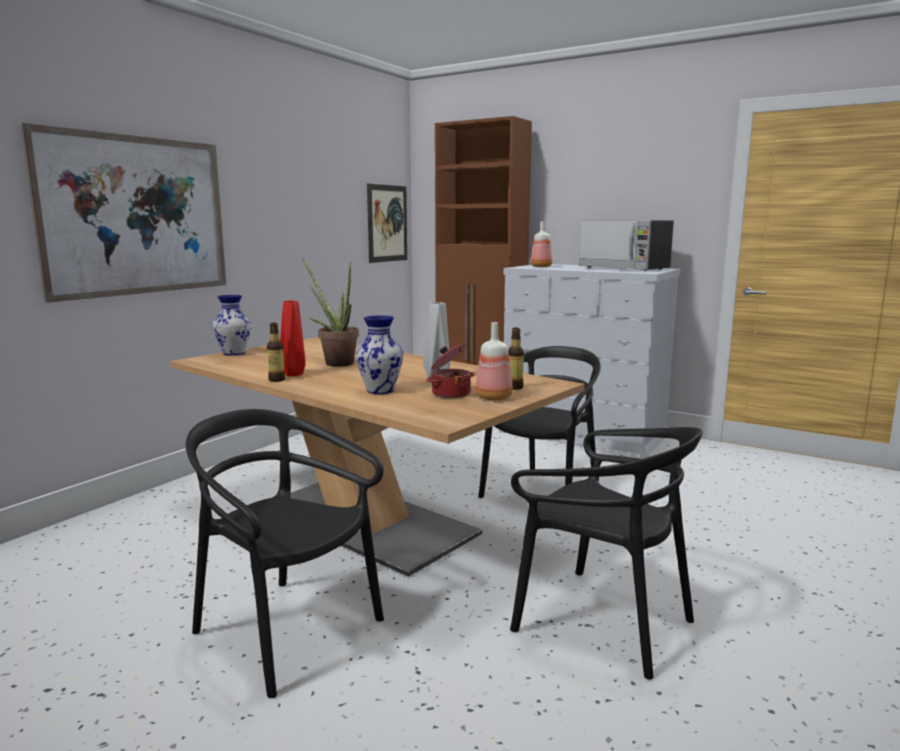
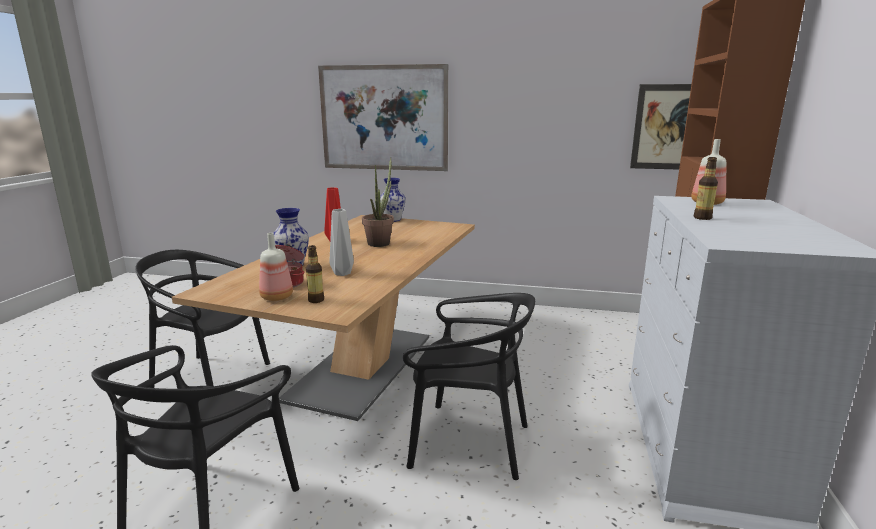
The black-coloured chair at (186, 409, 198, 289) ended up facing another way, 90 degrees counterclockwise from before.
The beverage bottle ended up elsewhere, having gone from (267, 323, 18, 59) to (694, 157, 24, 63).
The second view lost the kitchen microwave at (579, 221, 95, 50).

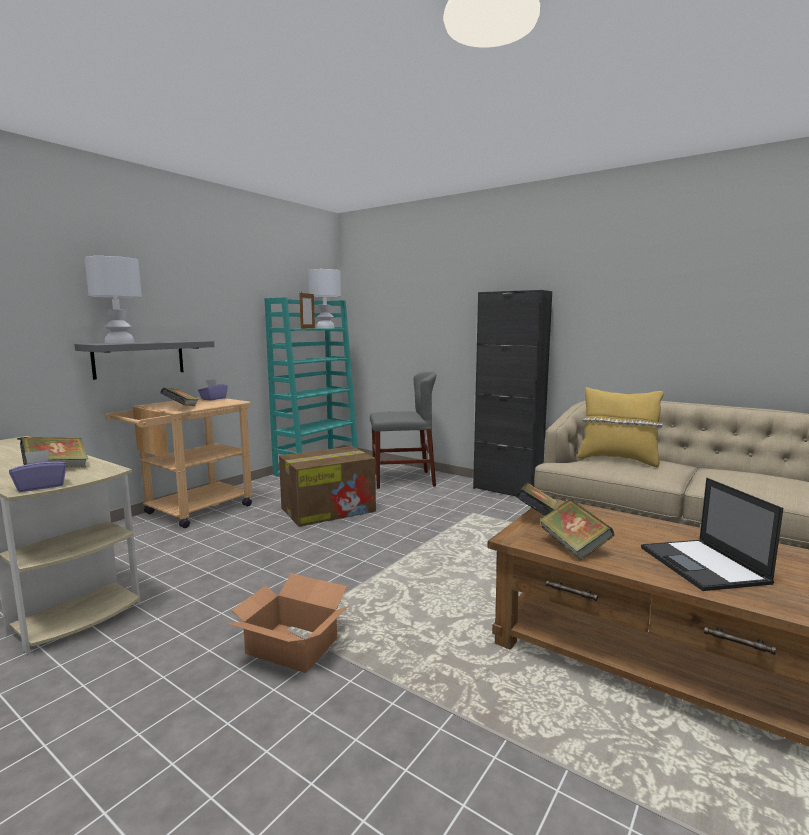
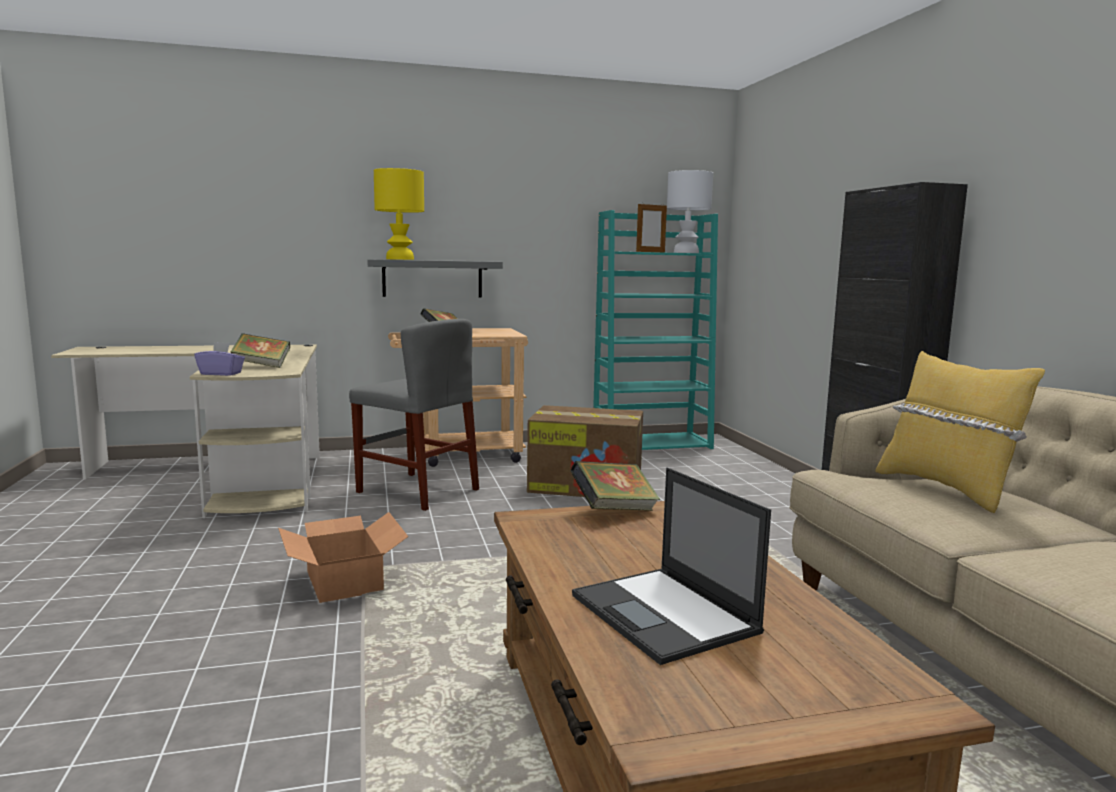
What was the white lamp for a table at (84, 256, 58, 88) turned into the yellowish lamp for a table at (374, 168, 50, 92).
The second view lost the purple-coloured tissue holder at (198, 379, 30, 21).
The grey chair ended up elsewhere, having gone from (370, 371, 66, 118) to (349, 319, 130, 192).
The second view lost the bound book at (539, 499, 75, 62).
The portable computer at (641, 478, 142, 113) ended up facing another way, 60 degrees counterclockwise from before.

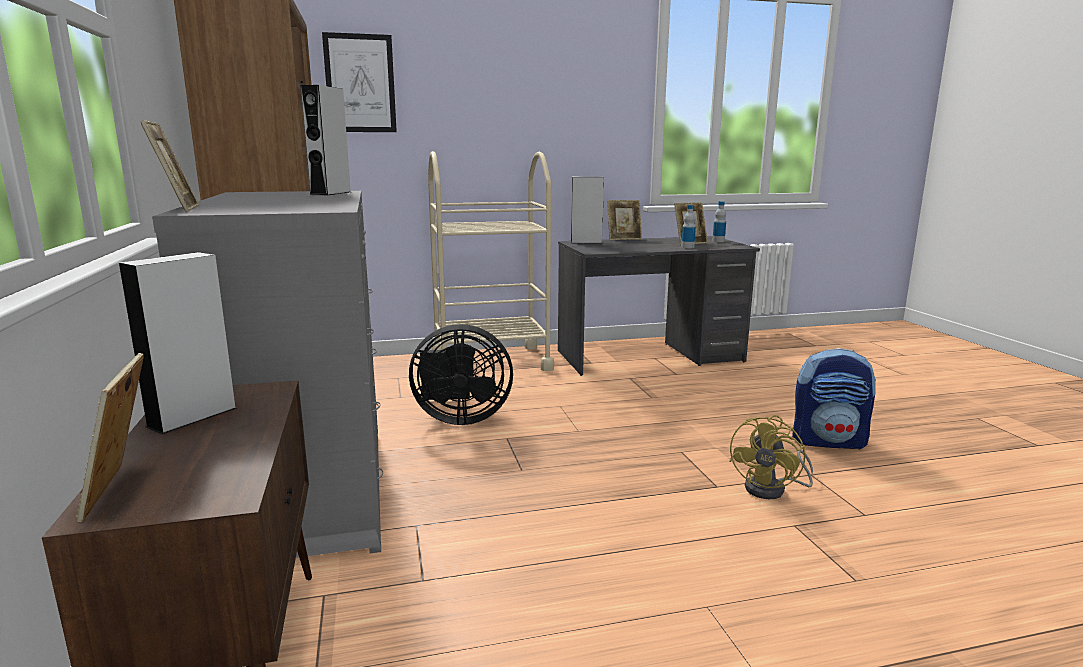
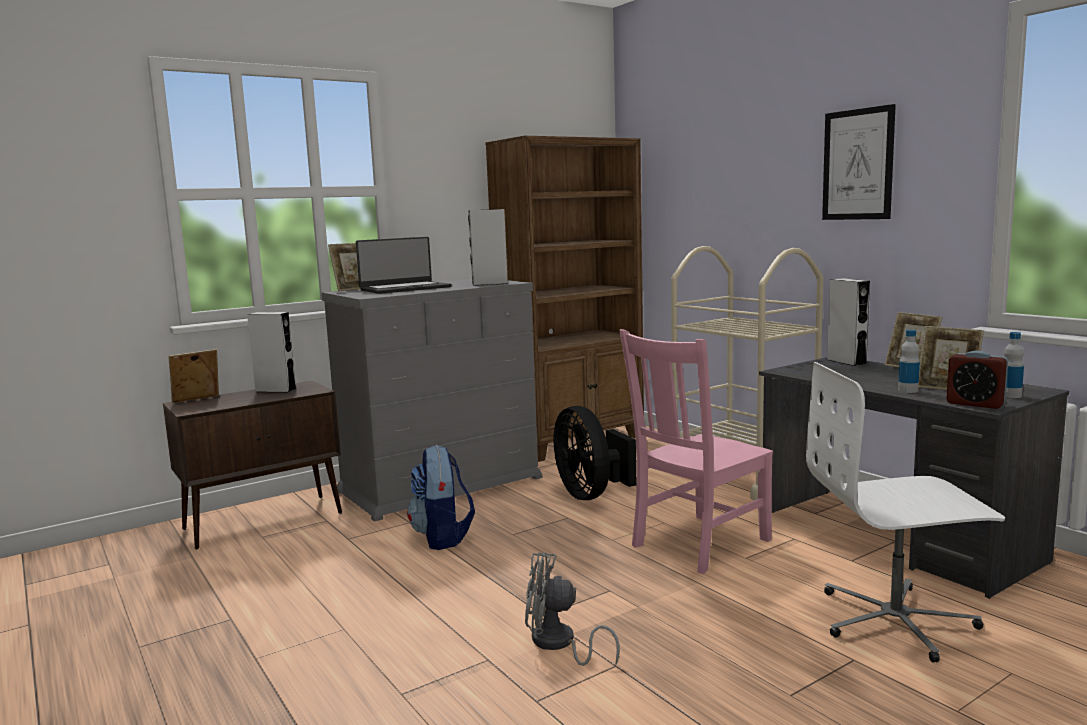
The wall art ended up elsewhere, having gone from (322, 32, 75, 100) to (822, 104, 74, 116).
What was the yellowish electric fan at (729, 415, 84, 84) turned into the grey electric fan at (525, 552, 95, 114).
The knapsack ended up elsewhere, having gone from (792, 348, 84, 102) to (407, 445, 68, 105).
The second view gained the portable computer at (356, 237, 96, 57).
The second view gained the pinkish chair at (619, 329, 154, 245).
The second view gained the white office chair at (806, 362, 199, 301).
The second view gained the alarm clock at (947, 351, 61, 58).

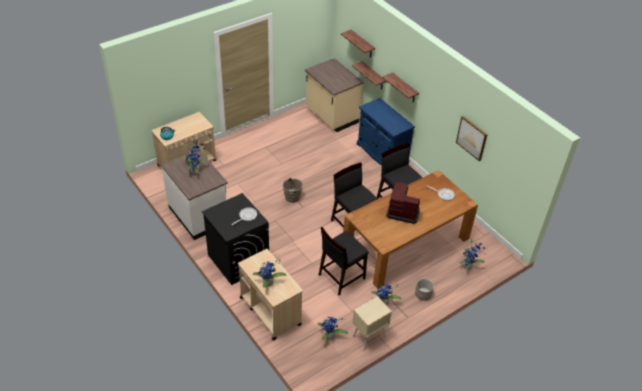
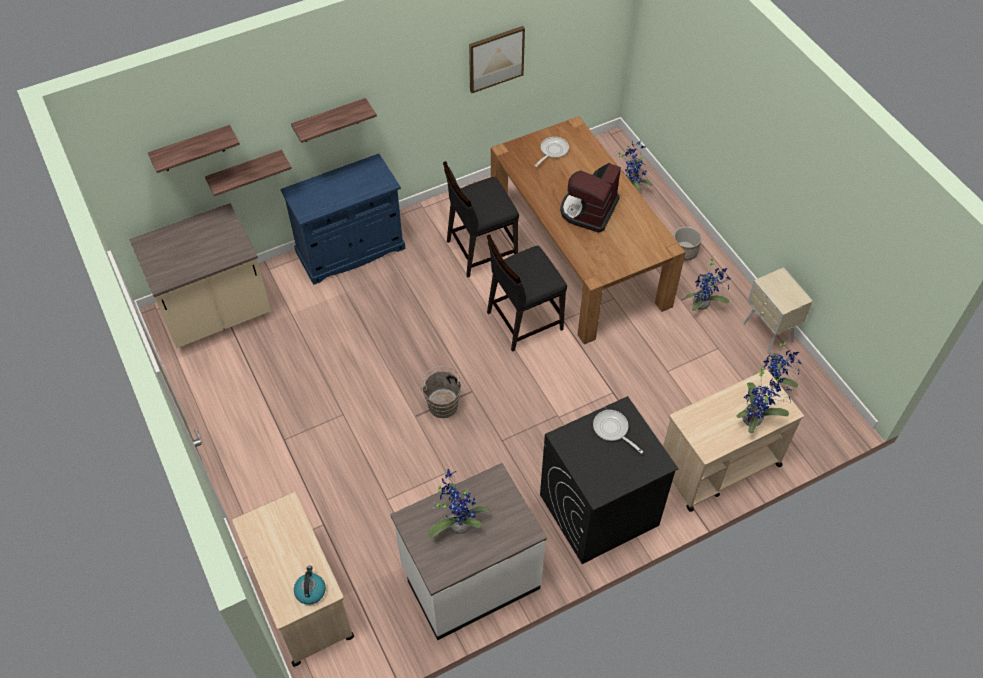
The second view lost the black-coloured chair at (319, 227, 49, 68).

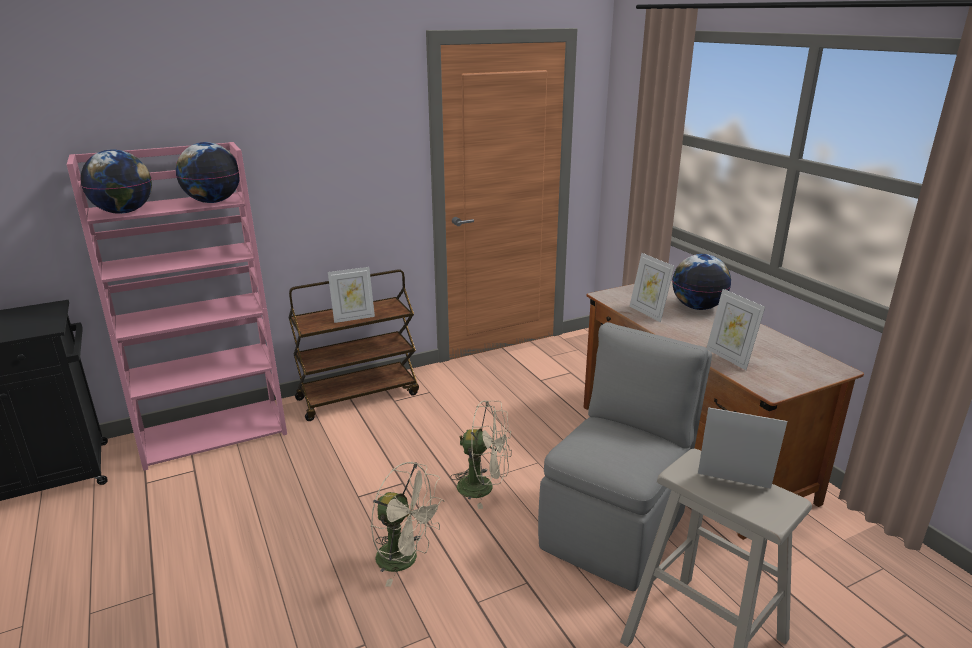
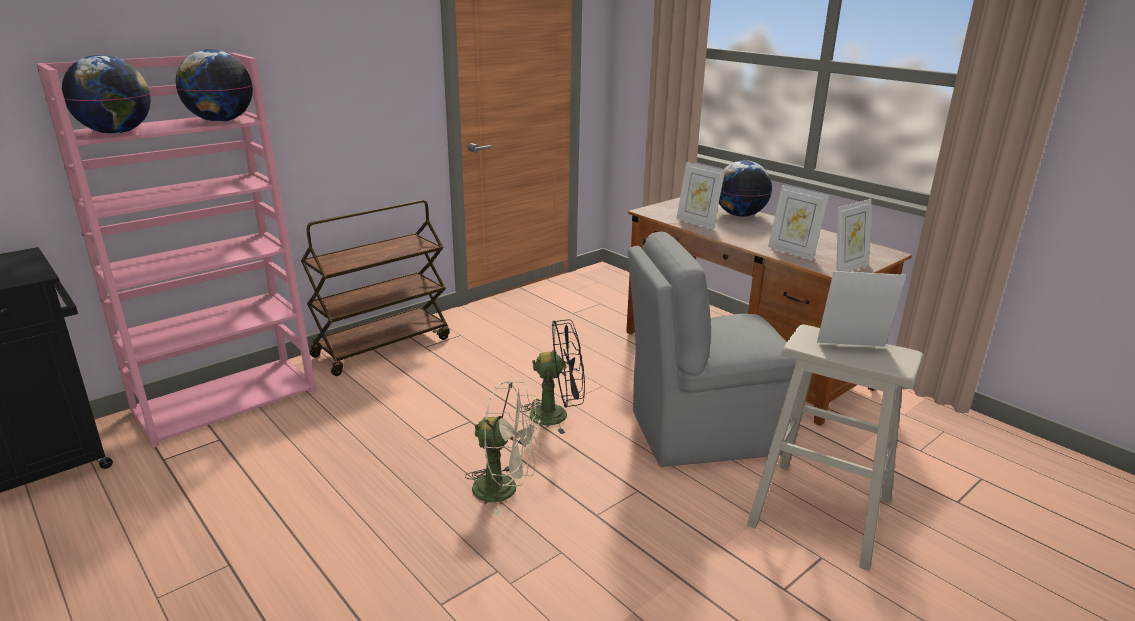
The photo frame ended up elsewhere, having gone from (328, 267, 47, 56) to (836, 199, 35, 73).
What was the beige-coloured electric fan at (450, 400, 62, 109) turned into the black-coloured electric fan at (520, 319, 65, 115).
The grey chair at (538, 322, 174, 269) ended up facing another way, 120 degrees counterclockwise from before.

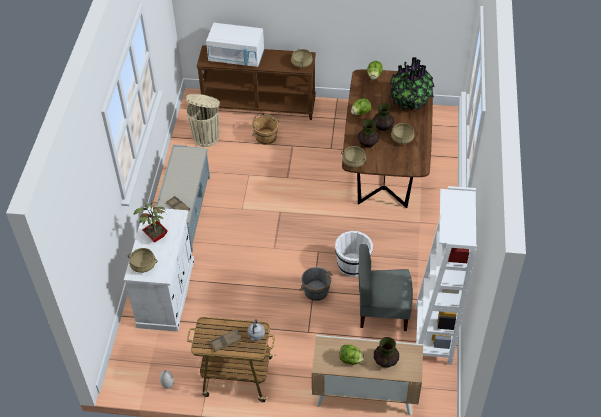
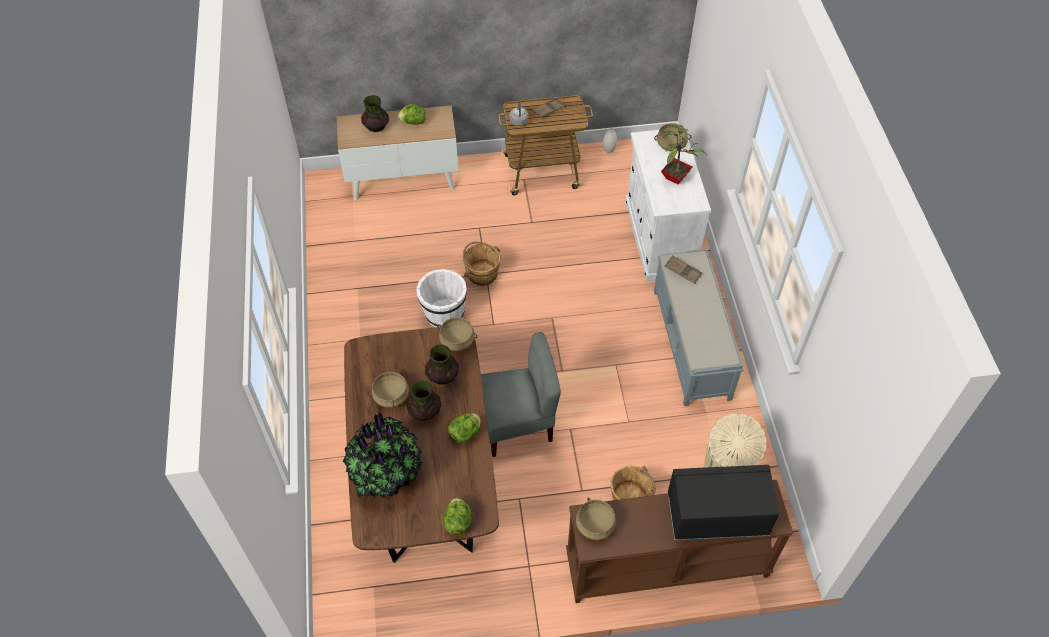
What was the white kitchen microwave at (206, 23, 58, 44) turned into the black-coloured kitchen microwave at (668, 465, 111, 75).
What was the grey pail at (299, 267, 34, 34) turned into the brownish pail at (463, 242, 37, 44).
The grey chair ended up elsewhere, having gone from (359, 244, 54, 87) to (481, 332, 80, 125).
The second view lost the white bookshelf at (415, 186, 62, 179).

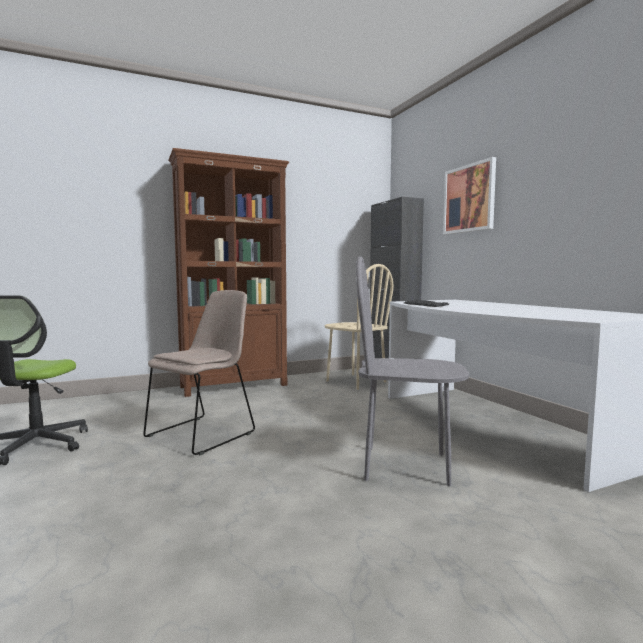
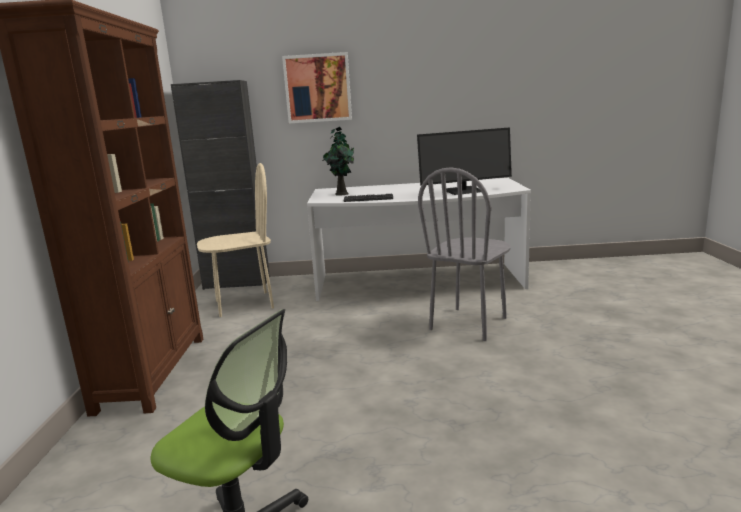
The second view lost the beige-coloured chair at (143, 290, 112, 165).
The second view gained the plant in a pot at (322, 127, 32, 69).
The second view gained the computer screen at (417, 127, 95, 68).

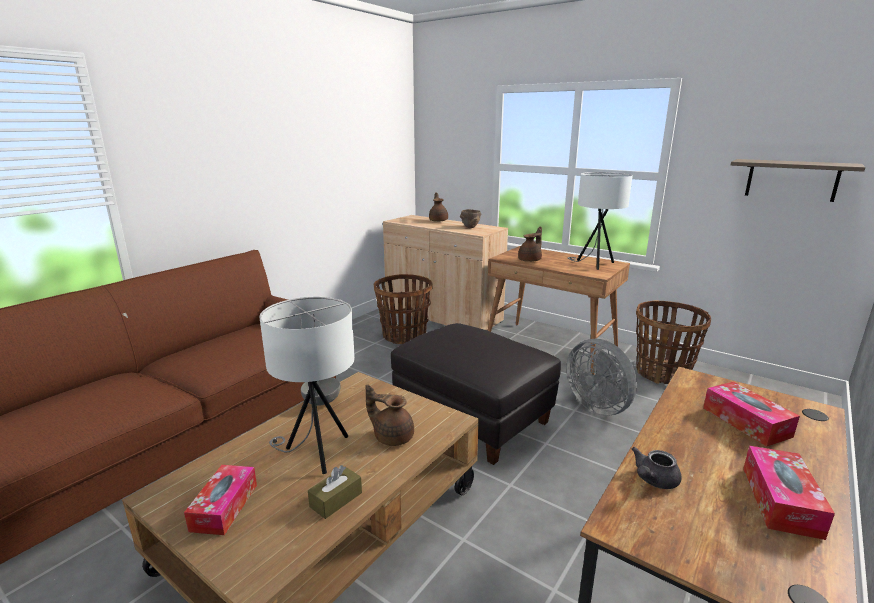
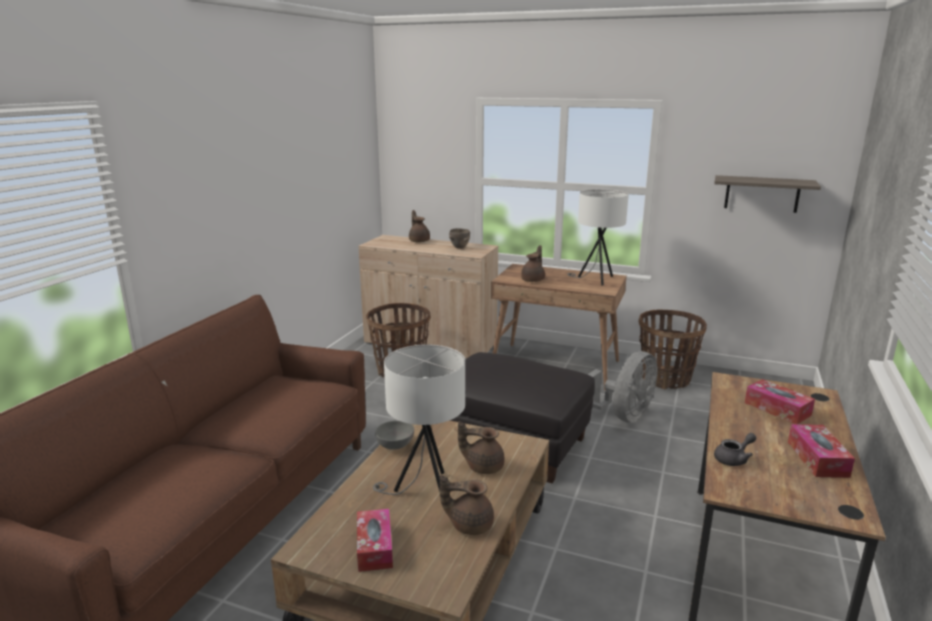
Where the brownish tissue holder stood at (308, 465, 54, 54), the brownish teapot came to stand at (440, 475, 54, 60).
The grey electric fan at (566, 339, 71, 77) ended up facing another way, 90 degrees counterclockwise from before.
The grey teapot at (632, 447, 50, 42) ended up facing another way, 150 degrees counterclockwise from before.

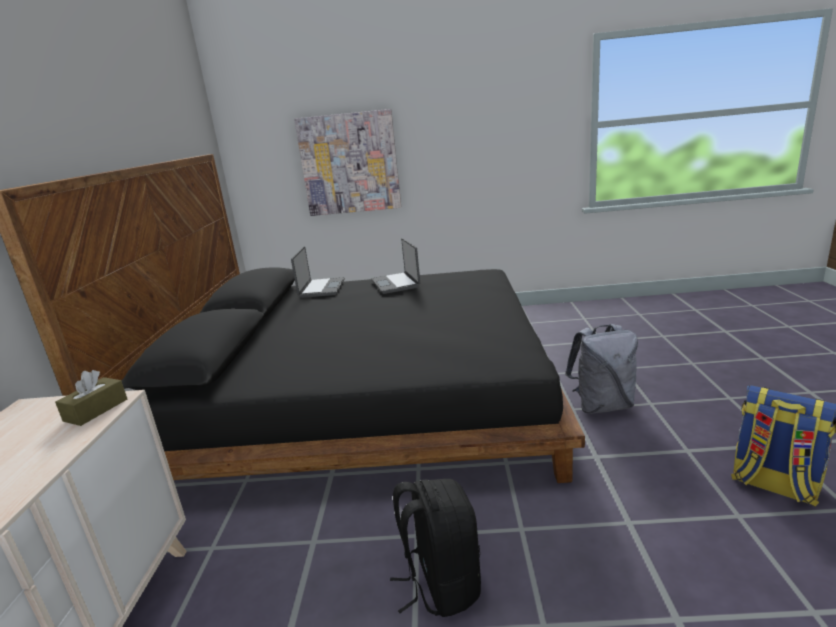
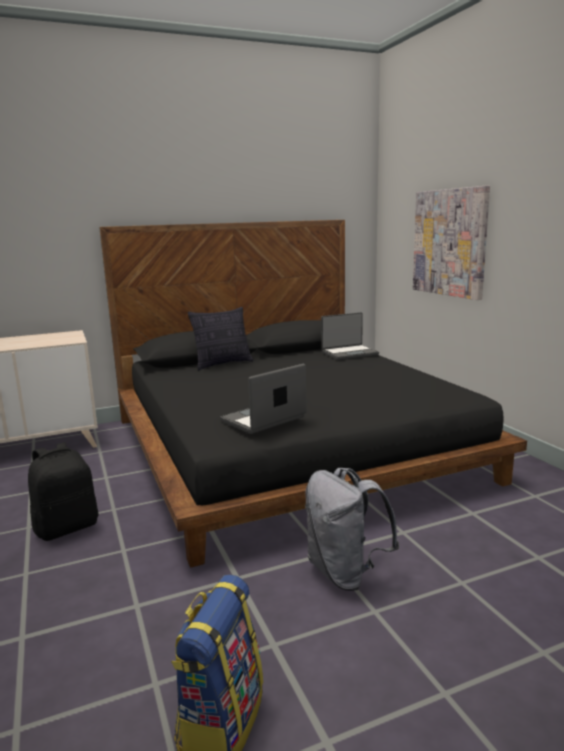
The second view lost the brownish tissue holder at (55, 370, 72, 56).
The portable computer ended up elsewhere, having gone from (371, 238, 49, 56) to (220, 364, 87, 70).
The second view gained the pillow at (188, 307, 65, 64).

